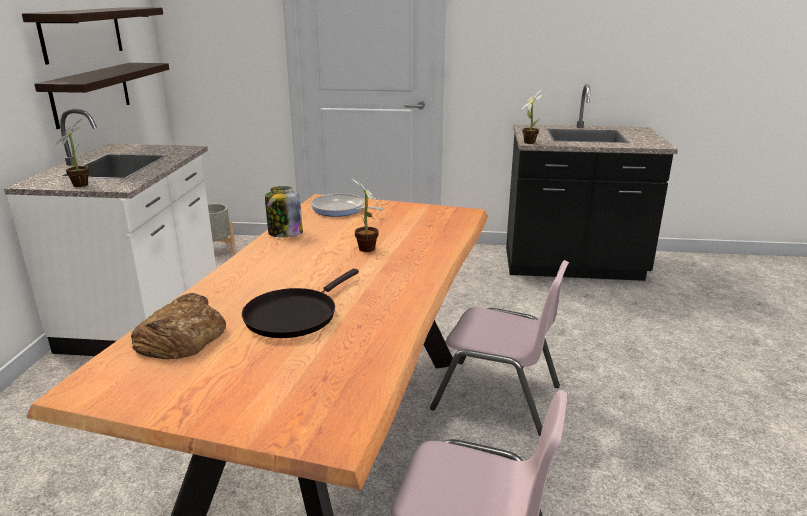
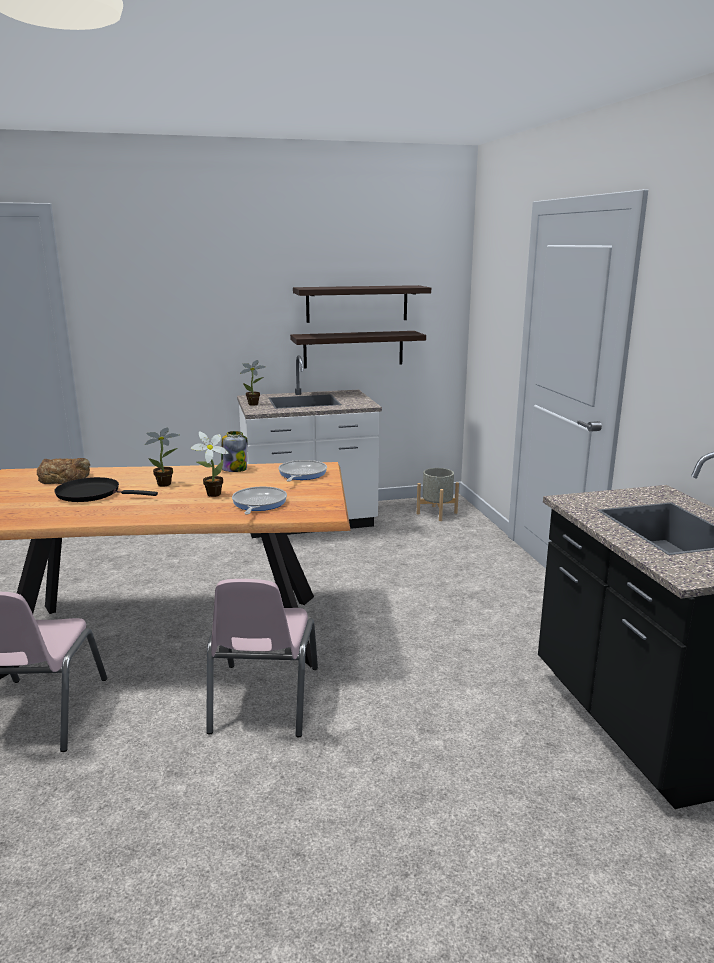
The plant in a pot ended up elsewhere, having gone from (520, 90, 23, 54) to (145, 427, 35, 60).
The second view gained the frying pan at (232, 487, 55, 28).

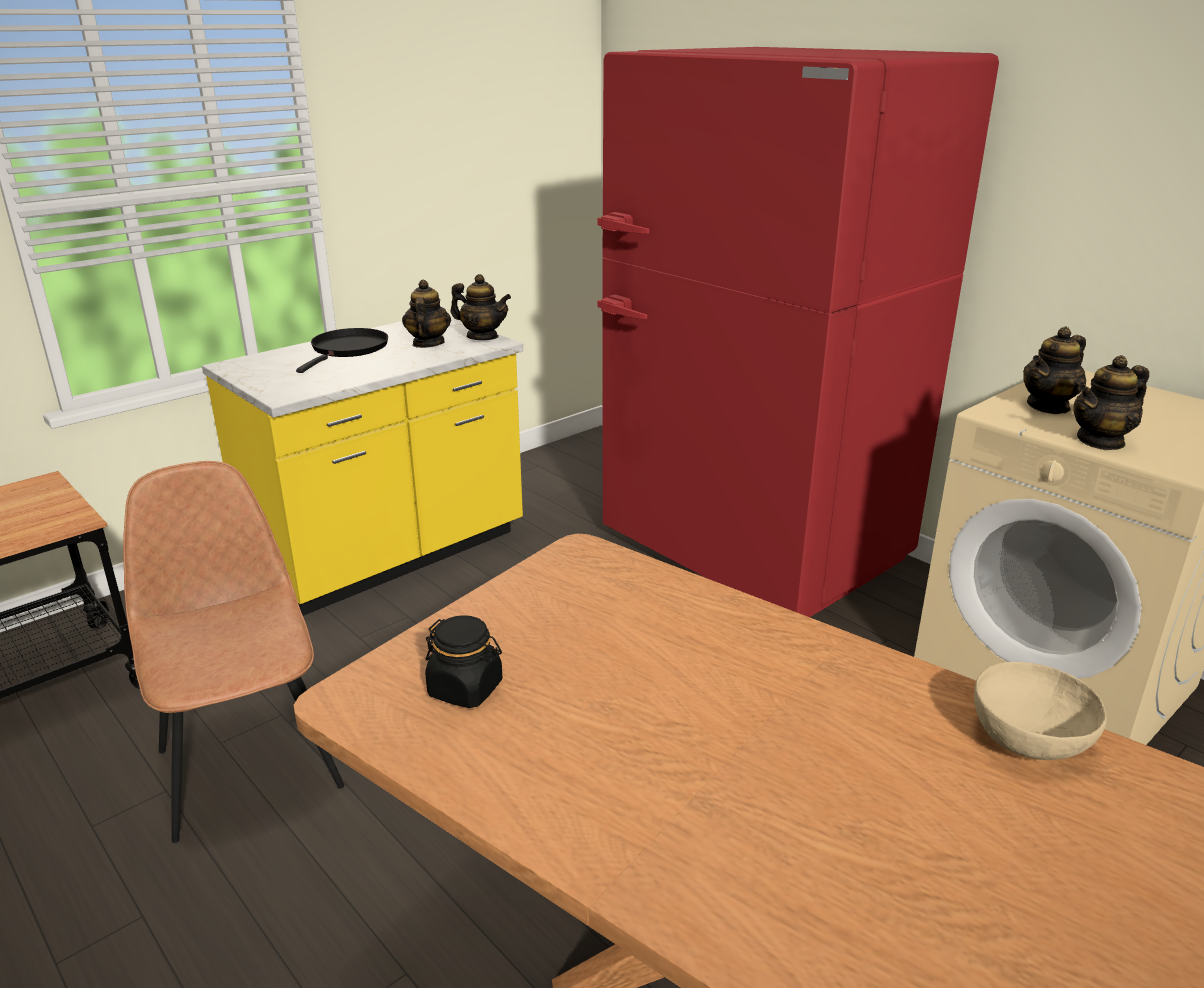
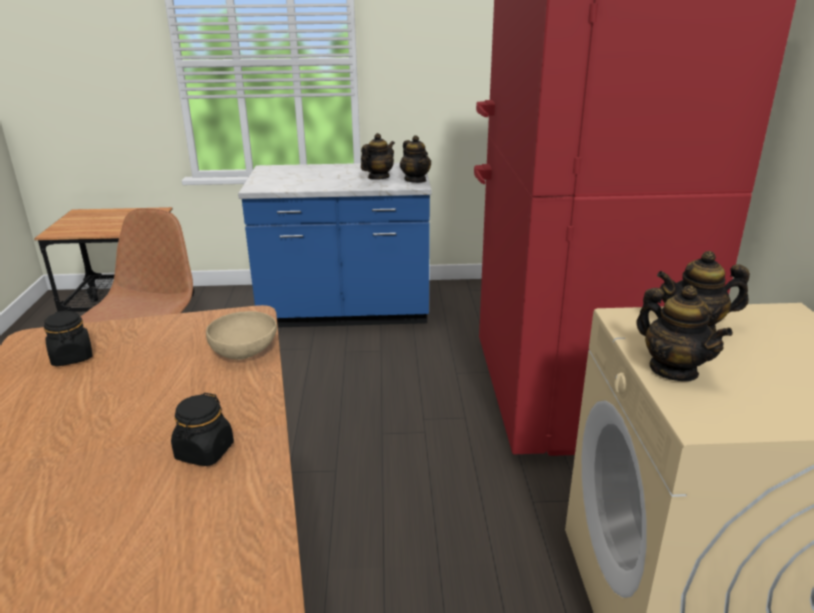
What was the yellowish kitchen base unit at (202, 317, 321, 299) turned into the blue-coloured kitchen base unit at (238, 163, 193, 164).
The second view lost the black-coloured frying pan at (296, 328, 92, 45).
The beige-coloured bowl ended up elsewhere, having gone from (974, 662, 133, 98) to (206, 311, 71, 49).
The teapot at (1073, 355, 76, 95) ended up facing another way, 135 degrees counterclockwise from before.
The second view gained the black-coloured preserve jar at (171, 393, 63, 73).

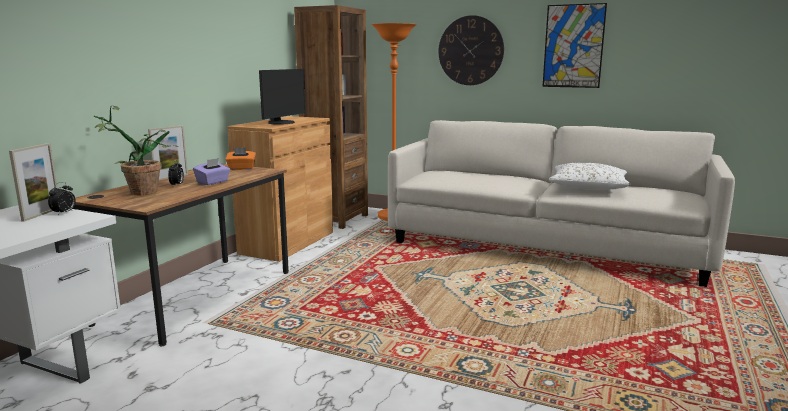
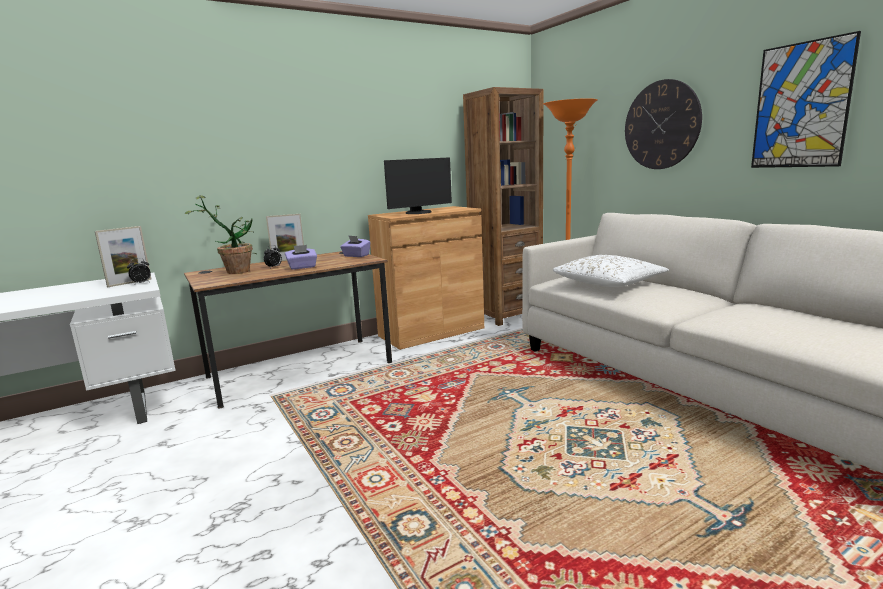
What was the orange tissue holder at (225, 148, 31, 22) turned into the purple-coloured tissue holder at (340, 235, 31, 22).
The white pillow ended up elsewhere, having gone from (549, 163, 82, 27) to (553, 255, 116, 32).

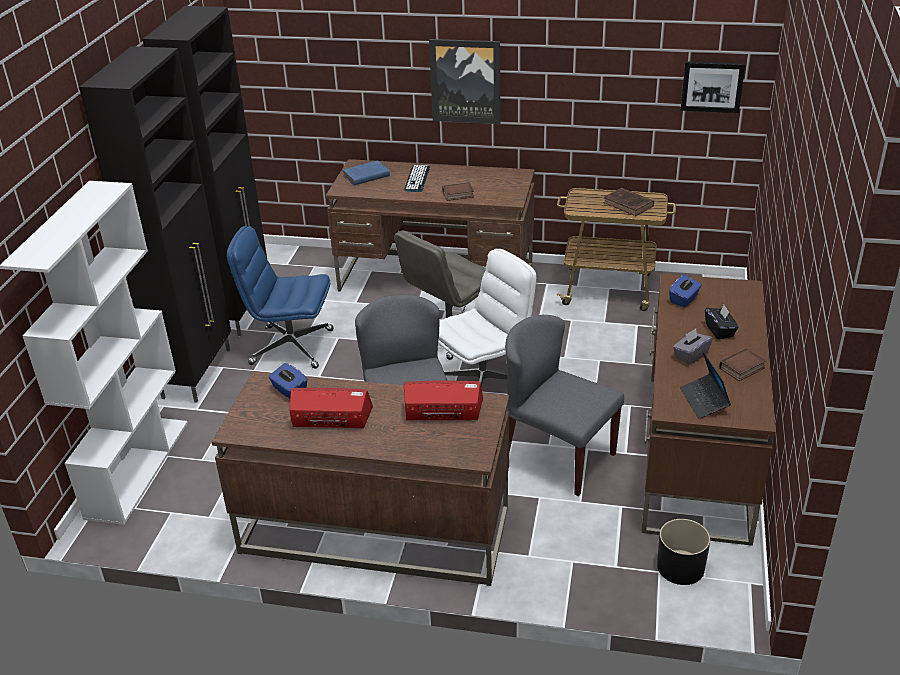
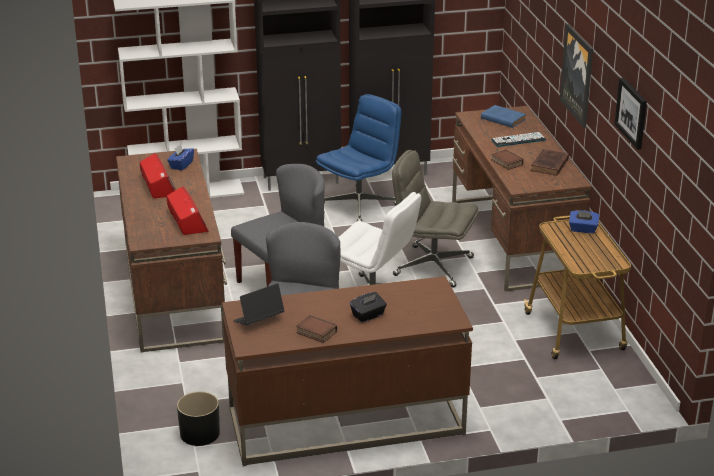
The blue-coloured office chair at (227, 226, 107, 143) ended up facing another way, 60 degrees clockwise from before.
The brownish bound book ended up elsewhere, having gone from (603, 188, 51, 28) to (531, 149, 38, 27).
The blue-coloured tissue holder ended up elsewhere, having gone from (669, 275, 33, 32) to (569, 210, 30, 24).
The second view lost the grey tissue holder at (673, 329, 40, 36).
The wall art ended up elsewhere, having gone from (681, 61, 64, 52) to (614, 78, 33, 72).

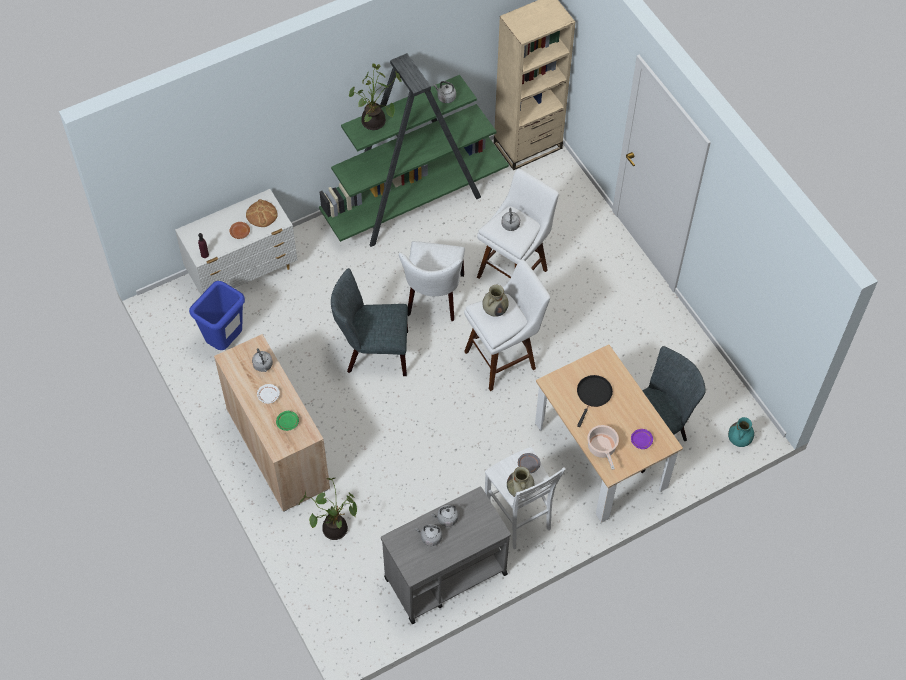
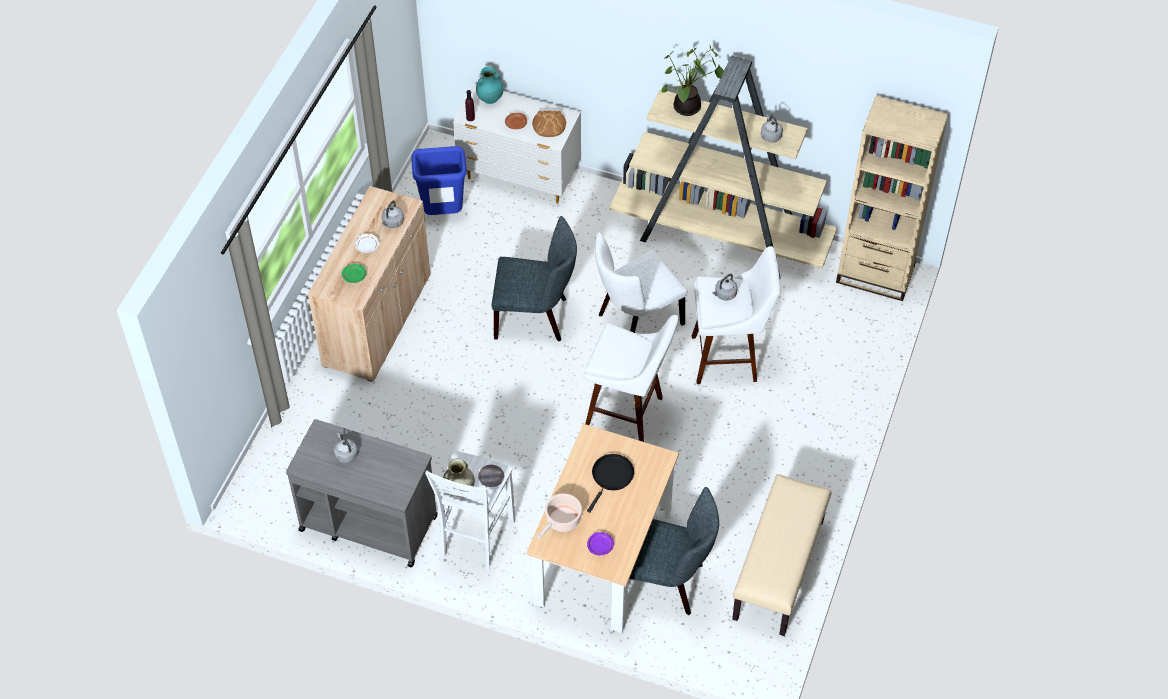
The second view lost the plant in a pot at (299, 478, 58, 62).
What was the greenish bookshelf at (319, 53, 190, 194) turned into the beige-coloured bookshelf at (609, 55, 228, 222).
The grey chair at (331, 268, 77, 108) ended up facing another way, 135 degrees clockwise from before.
The second view lost the grey kettle at (431, 505, 27, 22).
The second view lost the beige-coloured vase at (482, 285, 27, 32).
The black-coloured frying pan at (577, 375, 36, 52) ended up facing another way, 45 degrees counterclockwise from before.
The blue-green vase ended up elsewhere, having gone from (728, 417, 26, 30) to (476, 67, 27, 37).
The second view gained the beige-coloured bench at (732, 474, 99, 162).

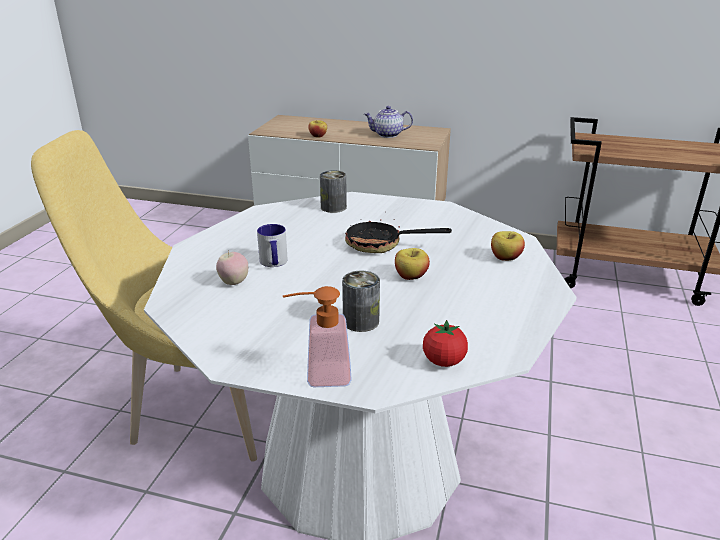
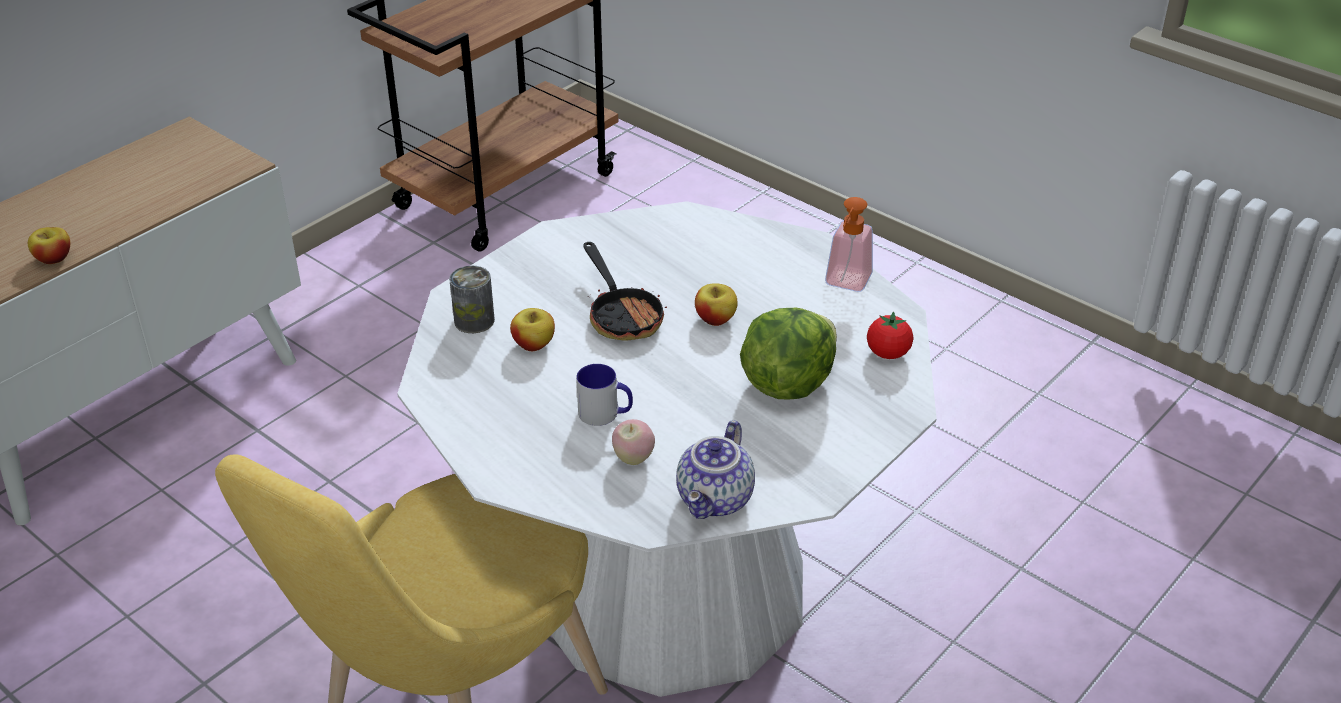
The soap dispenser ended up elsewhere, having gone from (283, 286, 69, 101) to (825, 197, 48, 95).
Where the metal can stood at (342, 270, 38, 62), the lettuce came to stand at (740, 308, 97, 92).
The frying pan at (345, 219, 107, 34) ended up facing another way, 60 degrees counterclockwise from before.
The teapot ended up elsewhere, having gone from (364, 106, 49, 32) to (676, 420, 79, 99).
The apple ended up elsewhere, having gone from (491, 231, 34, 30) to (510, 308, 45, 43).

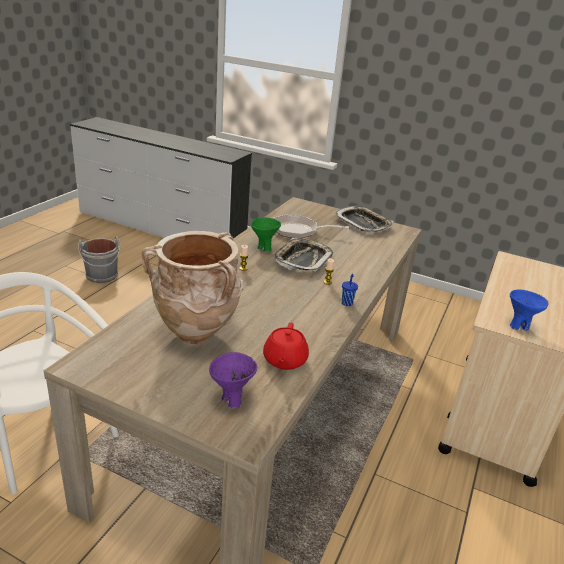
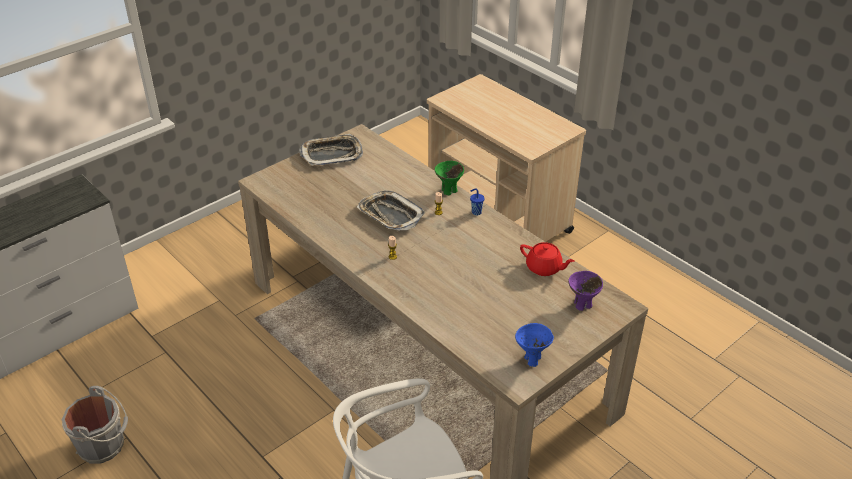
The second view lost the beige-coloured vase at (141, 231, 102, 113).
The greenish bowl ended up elsewhere, having gone from (251, 217, 30, 35) to (435, 161, 29, 34).
The second view lost the frying pan at (273, 214, 76, 24).
The blue-coloured bowl ended up elsewhere, having gone from (510, 290, 38, 41) to (515, 323, 39, 44).

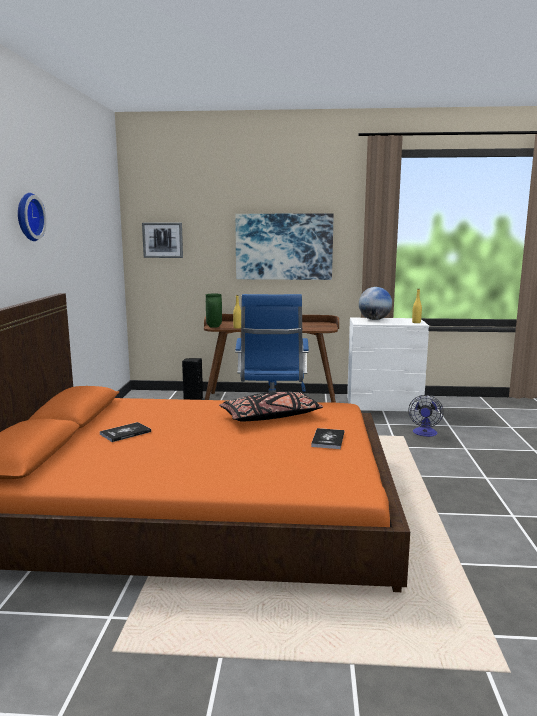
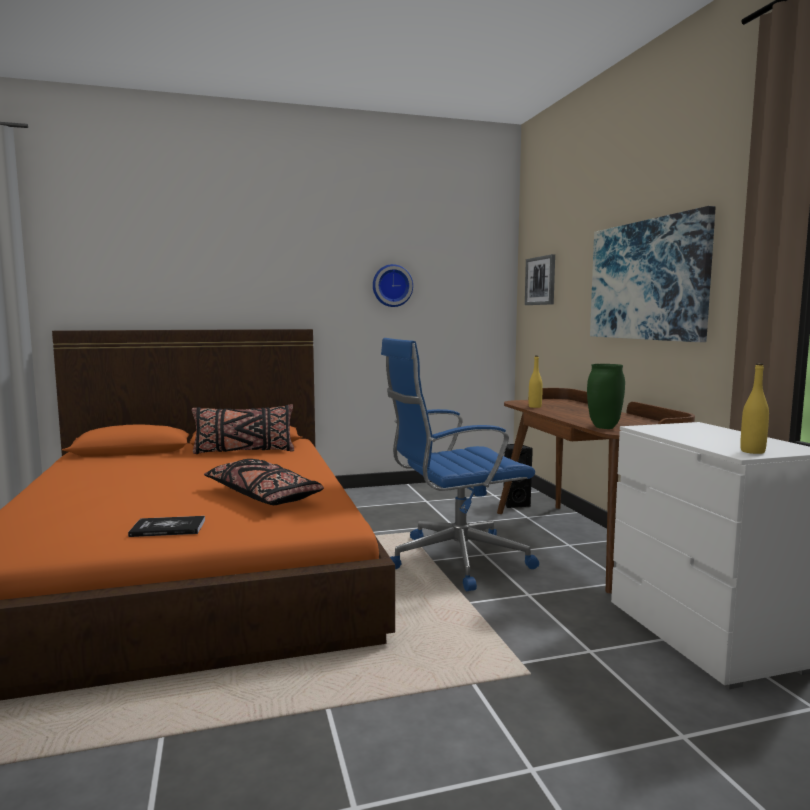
The clock on the wall ended up elsewhere, having gone from (18, 193, 28, 48) to (373, 264, 40, 43).
The second view lost the bound book at (100, 422, 51, 20).
The greenish vase ended up elsewhere, having gone from (206, 294, 16, 34) to (587, 364, 38, 65).
The second view lost the world globe at (359, 287, 33, 33).
The second view lost the electric fan at (408, 395, 36, 42).
The second view gained the black-coloured pillow at (192, 404, 102, 50).

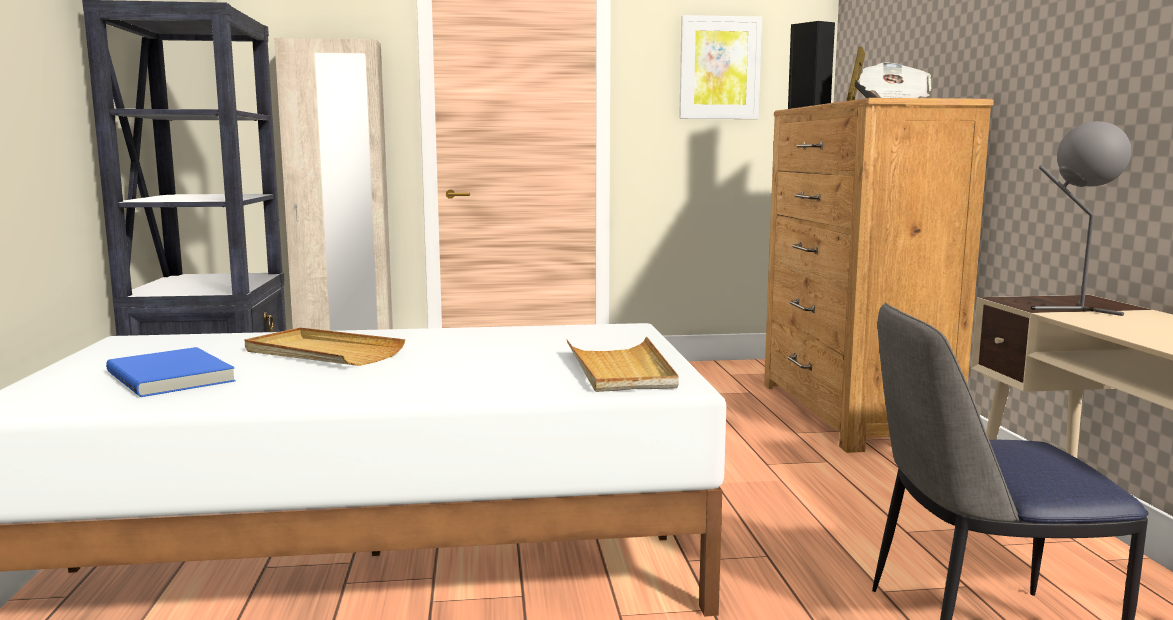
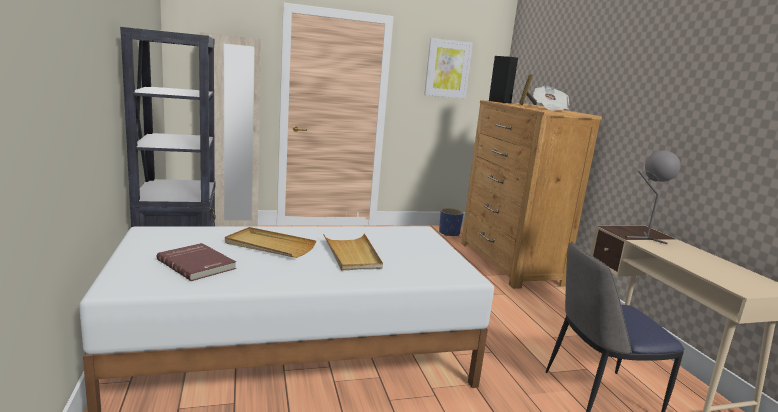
What was the blue-coloured bound book at (106, 347, 130, 50) turned into the red bound book at (157, 243, 79, 38).
The beige-coloured carrying tray ended up elsewhere, having gone from (566, 337, 112, 55) to (323, 233, 60, 37).
The second view gained the blue-coloured planter at (439, 208, 25, 28).

